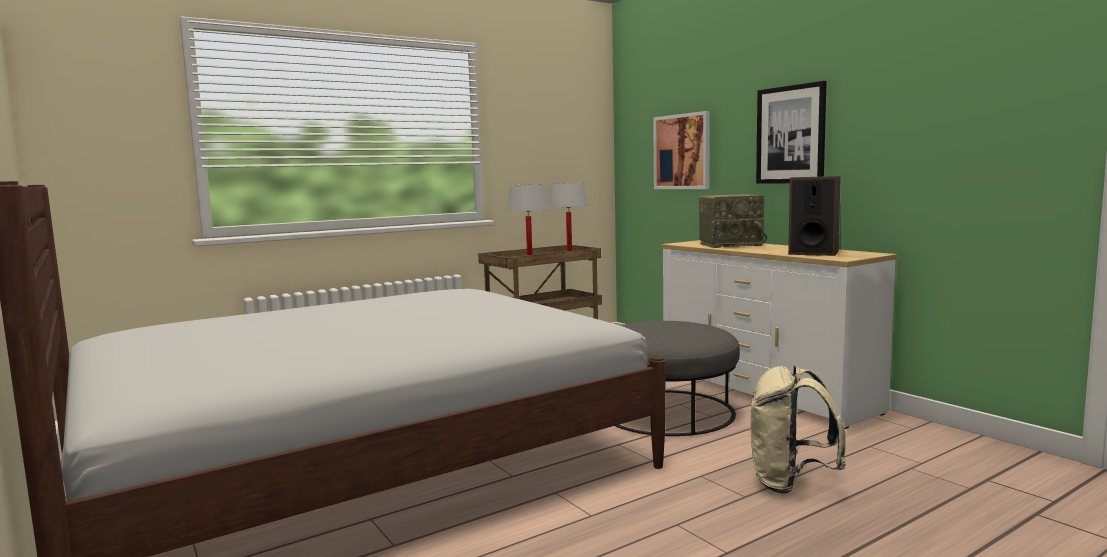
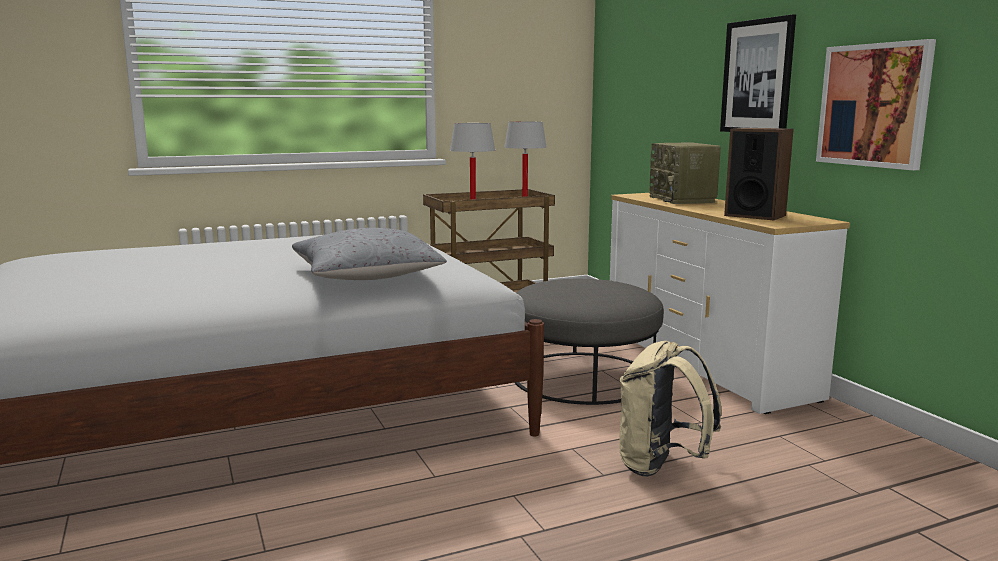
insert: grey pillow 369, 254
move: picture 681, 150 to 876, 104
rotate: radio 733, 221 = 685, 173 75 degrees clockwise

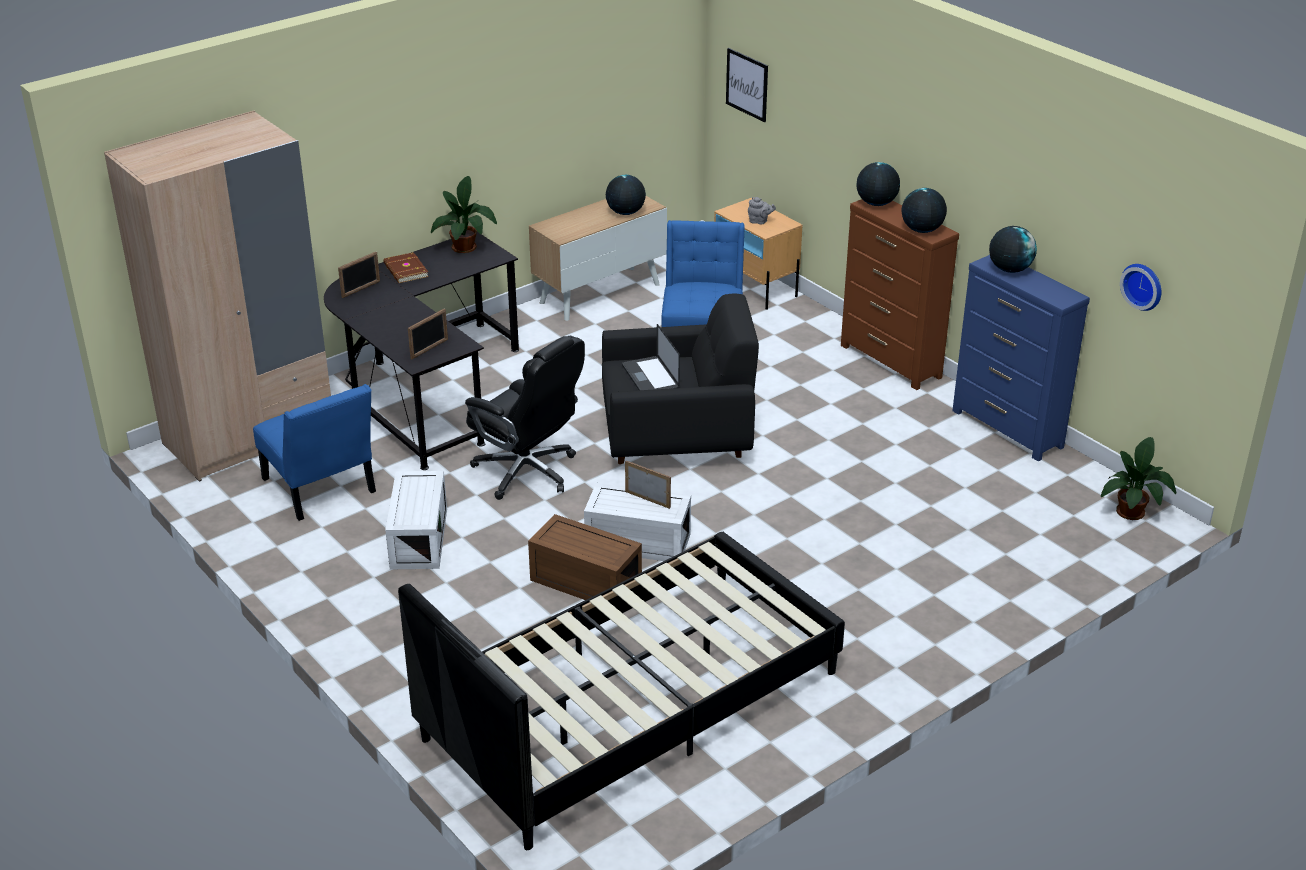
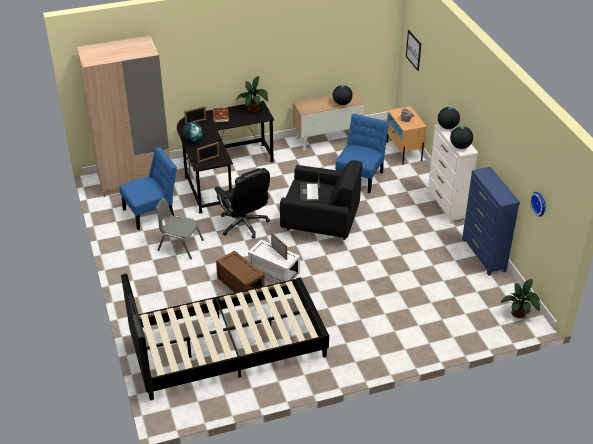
move: globe 1013, 249 to 192, 132
replace: white storage box 416, 520 to grey chair 180, 228
recolor: brown dresser 900, 294 to white dresser 453, 174
rotate: blue chair 314, 452 = 148, 188 105 degrees counterclockwise

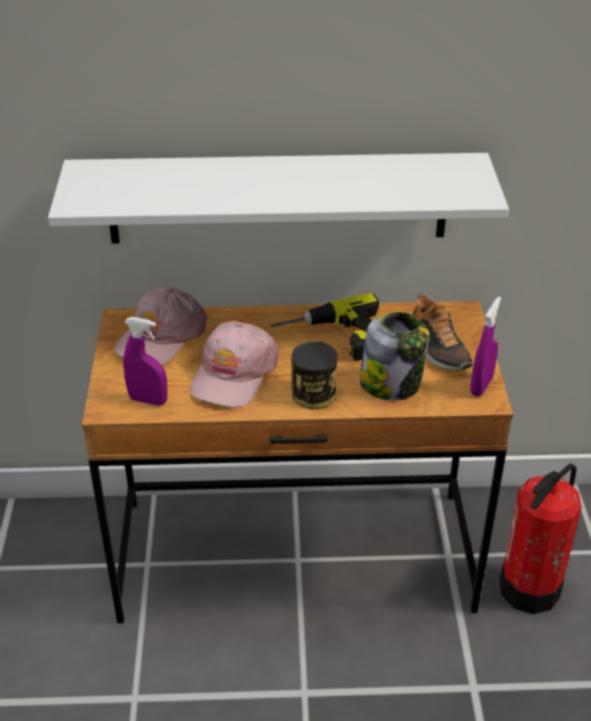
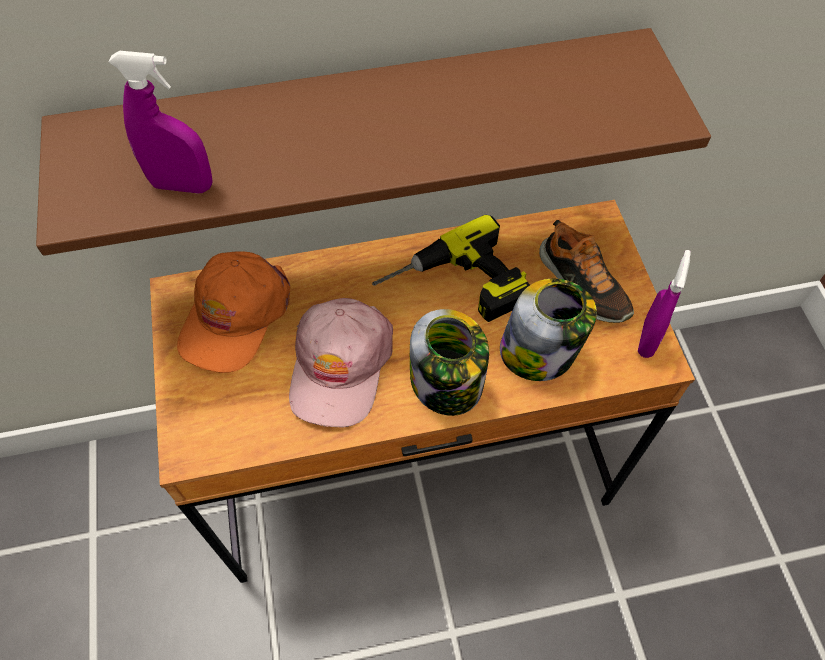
delete: fire extinguisher 541, 538
move: purple spray bottle 145, 361 to 160, 122
replace: can 314, 375 to jar 449, 362
recolor: white shelf 278, 198 to brown shelf 373, 142; pink cap 160, 326 to orange cap 233, 312

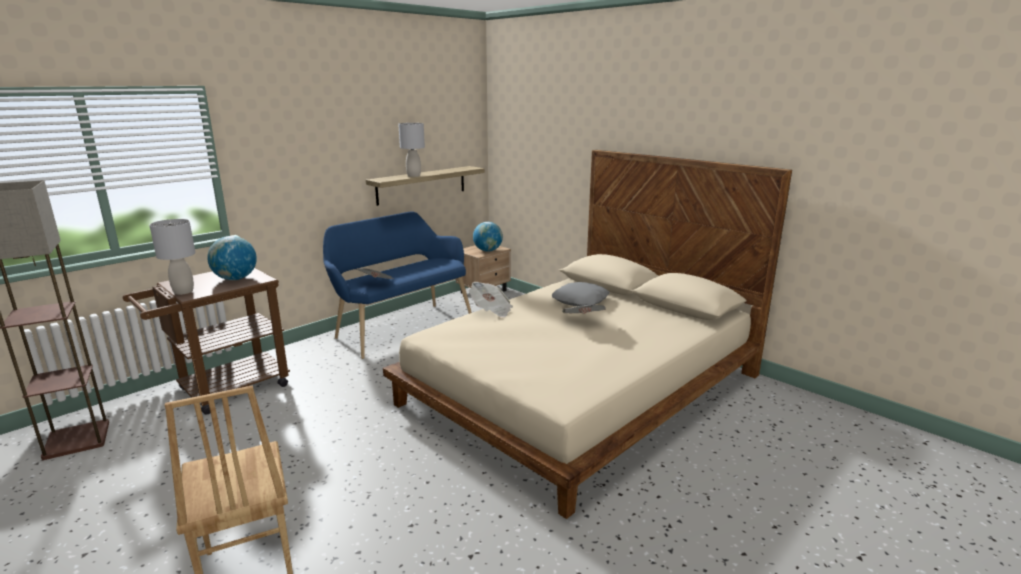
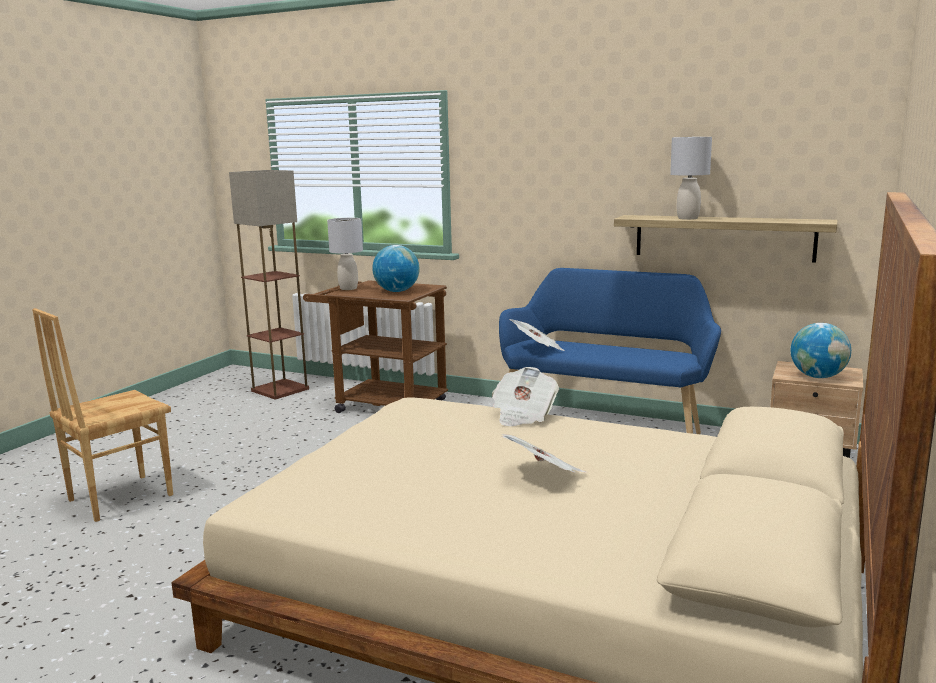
delete: grey pillow 581, 294

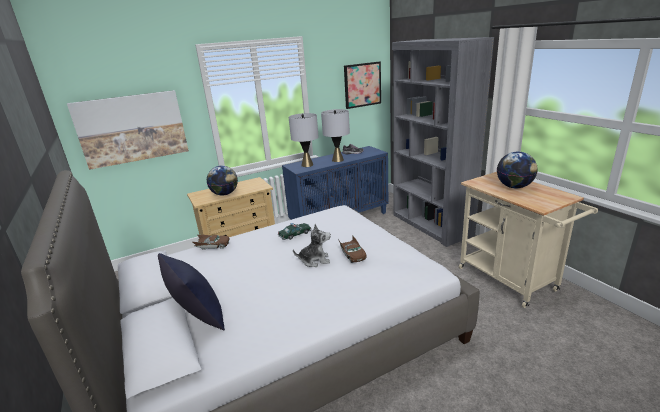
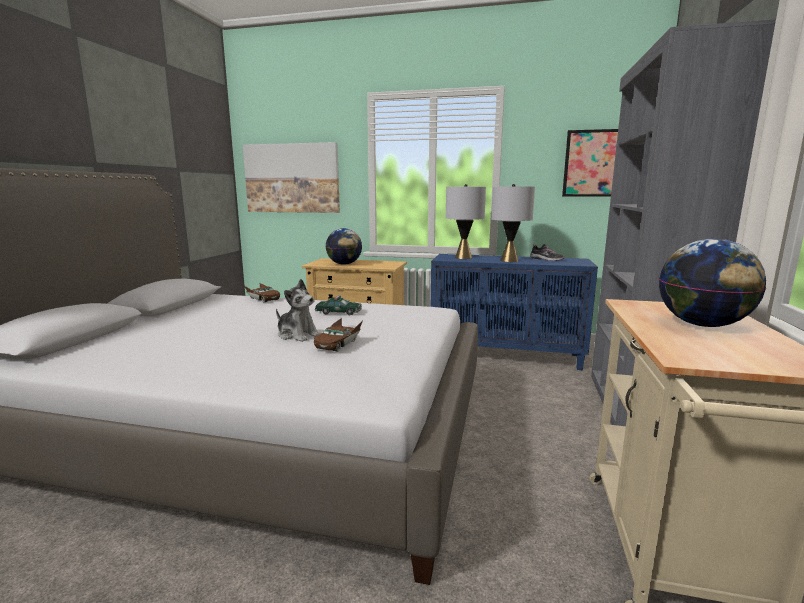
delete: blue pillow 191, 291

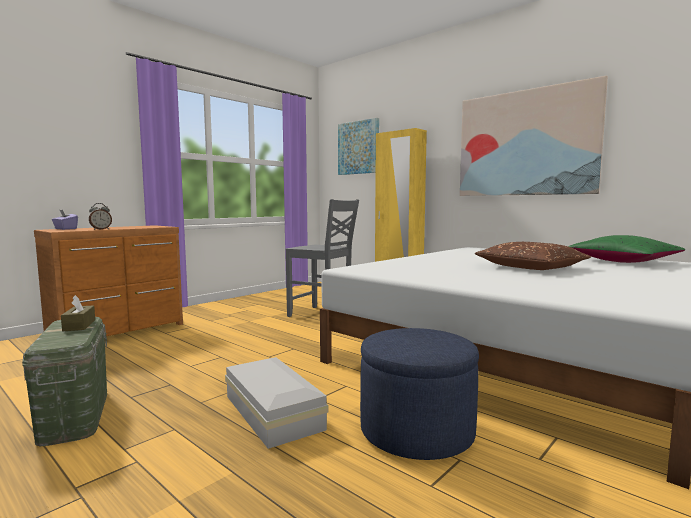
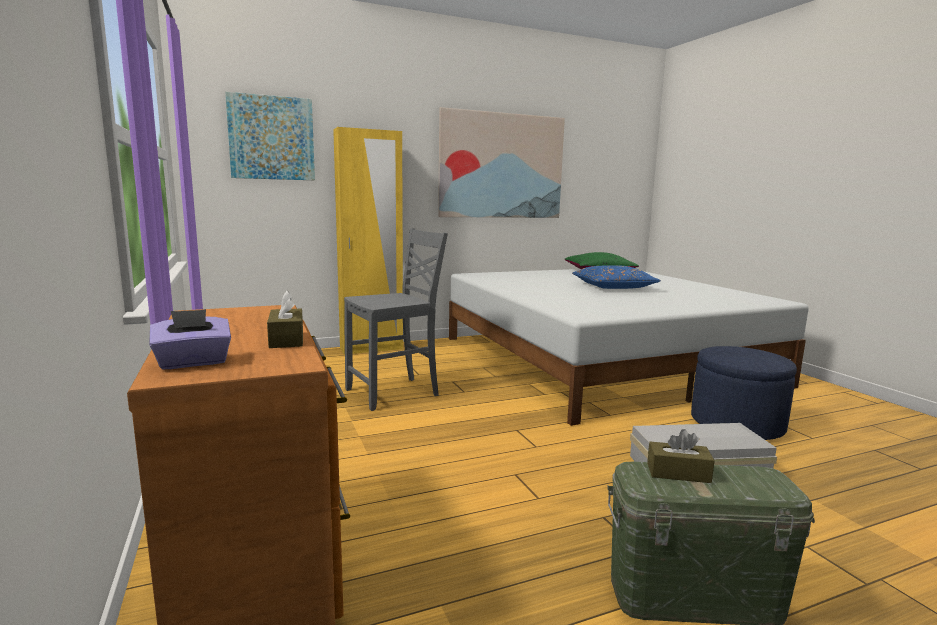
replace: alarm clock 100, 216 to brown tissue box 285, 319
recolor: brown pillow 533, 256 to blue pillow 616, 277

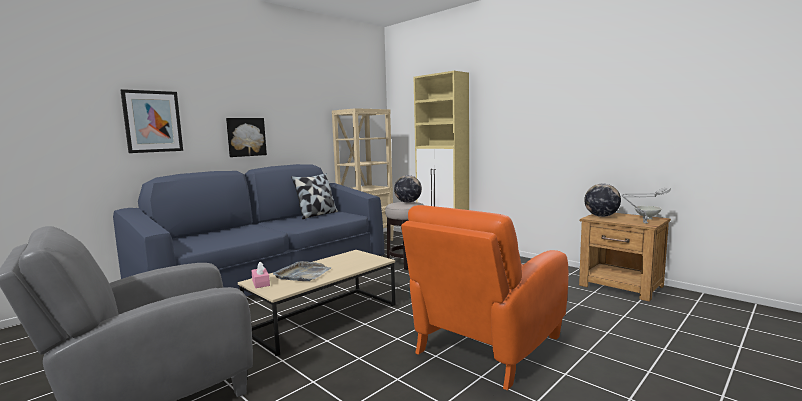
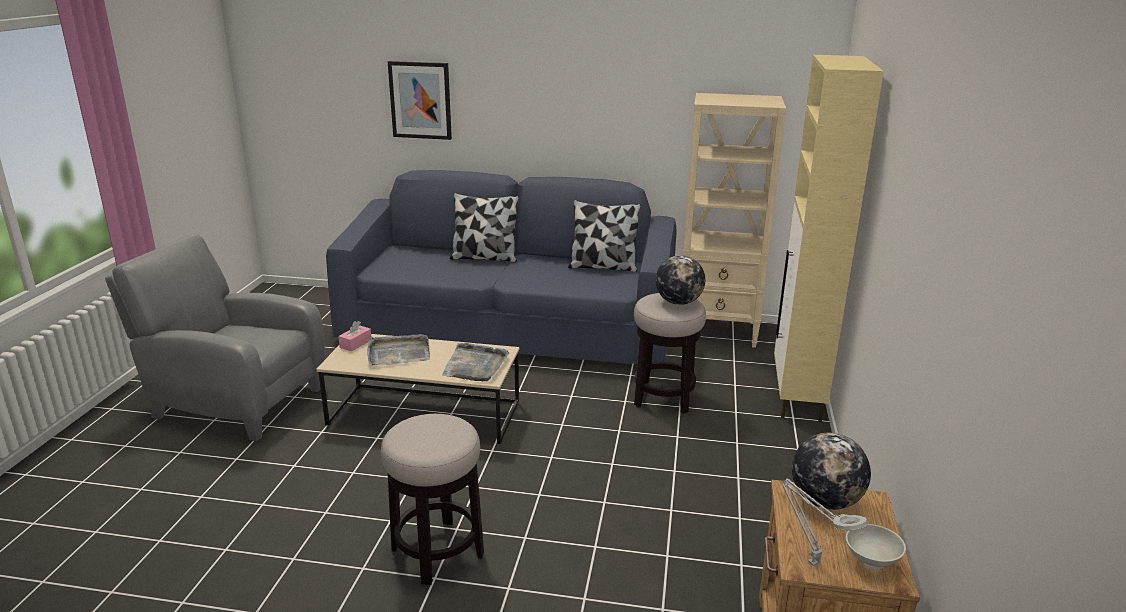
delete: picture 246, 137
insert: grey tray 475, 362; pillow 484, 227
replace: orange armchair 484, 297 to stool 432, 499

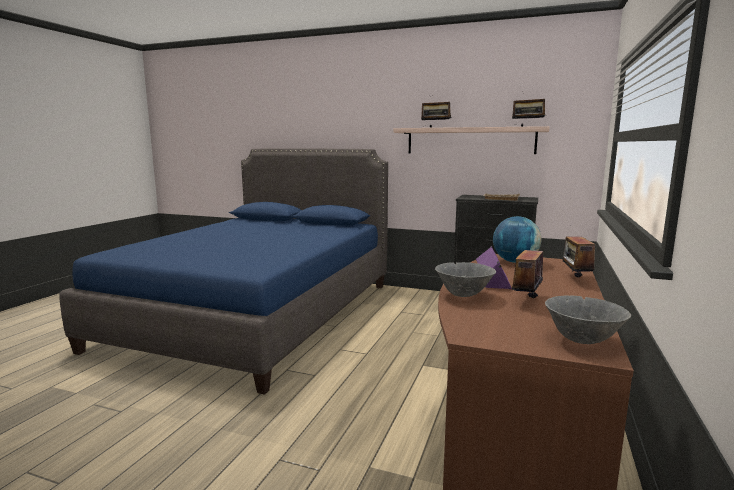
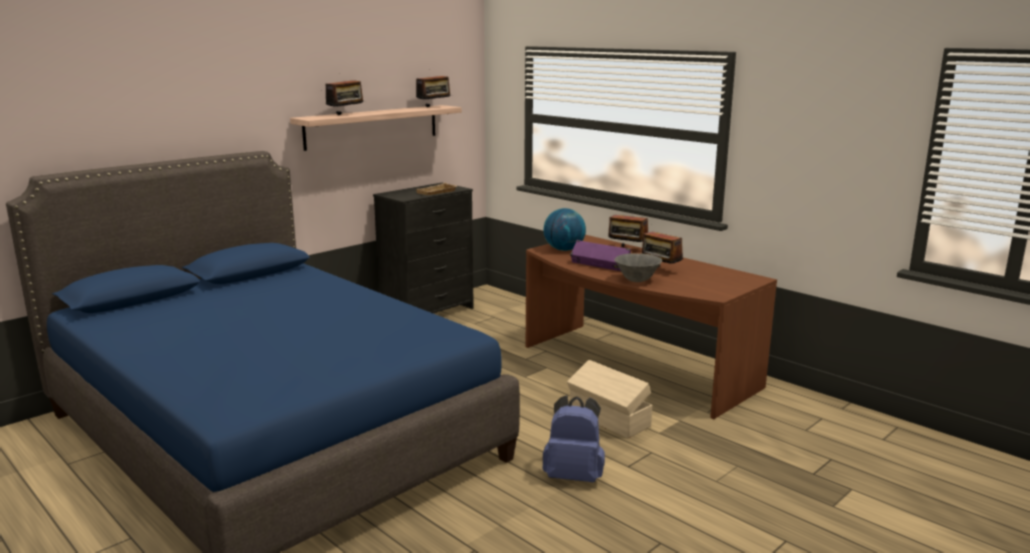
delete: grey bowl 588, 320
insert: blue backpack 574, 438; beige storage box 609, 399

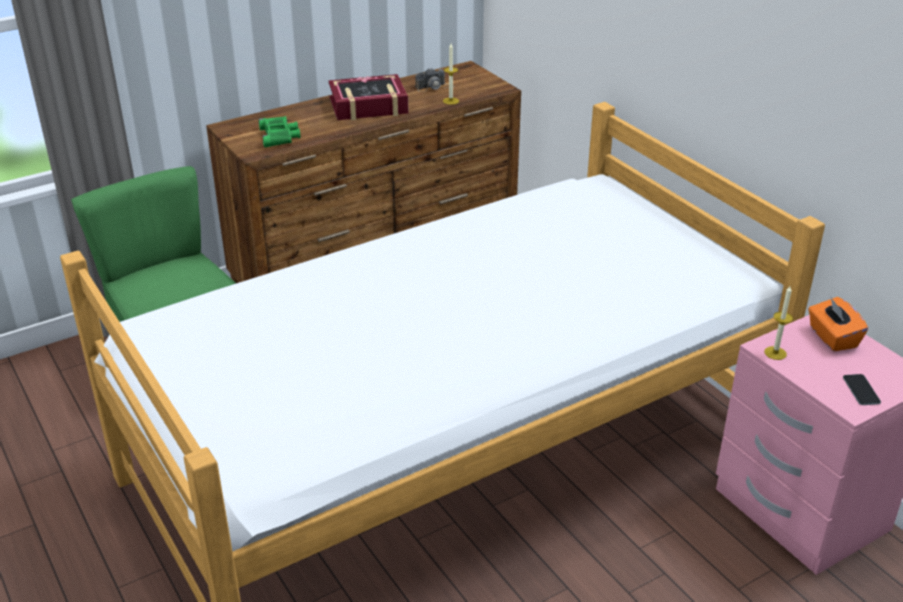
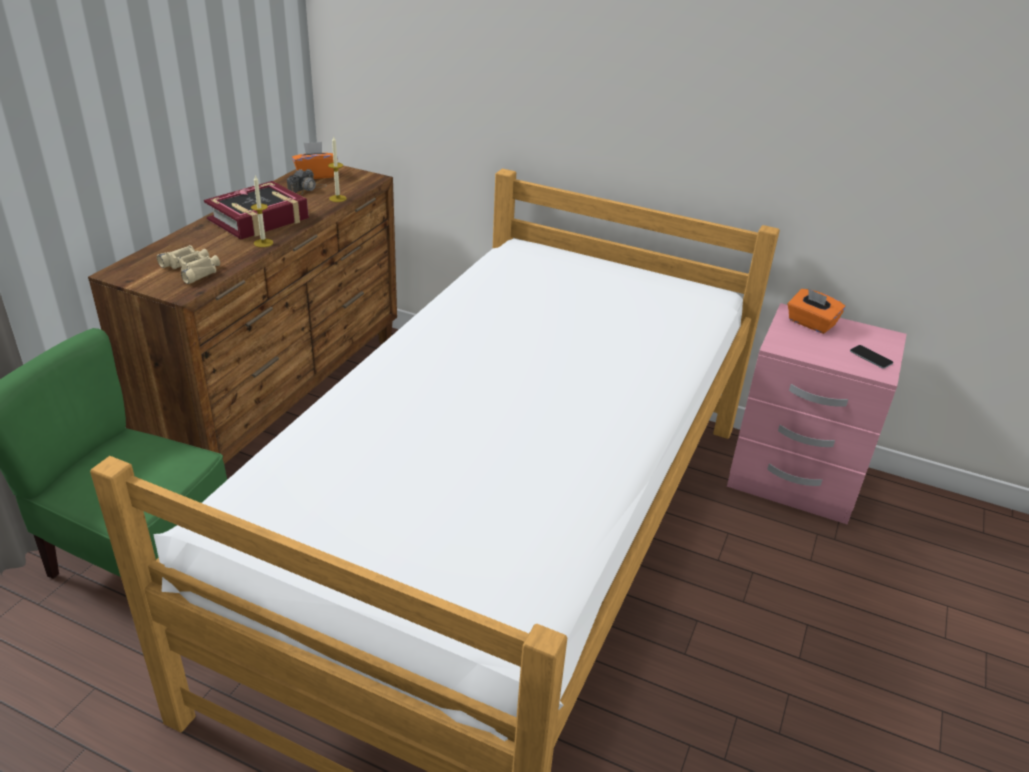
insert: orange tissue box 315, 160
move: candle 778, 323 to 262, 211
recolor: green binoculars 280, 131 to beige binoculars 188, 264

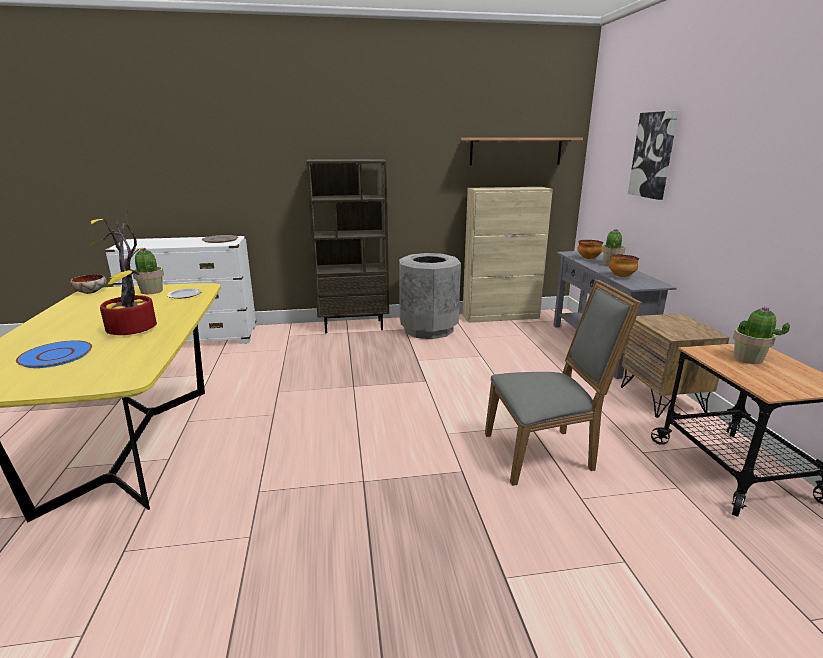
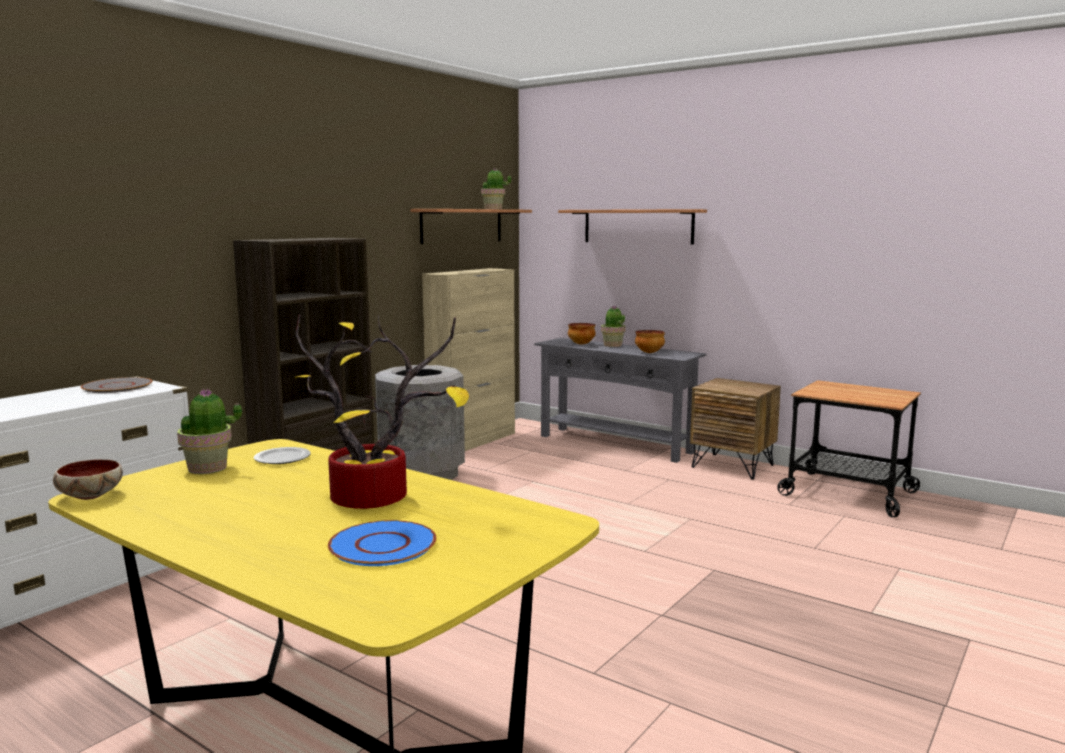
delete: grey chair 563, 382
move: potted plant 761, 335 to 496, 188
replace: picture 653, 155 to shelf 632, 227

